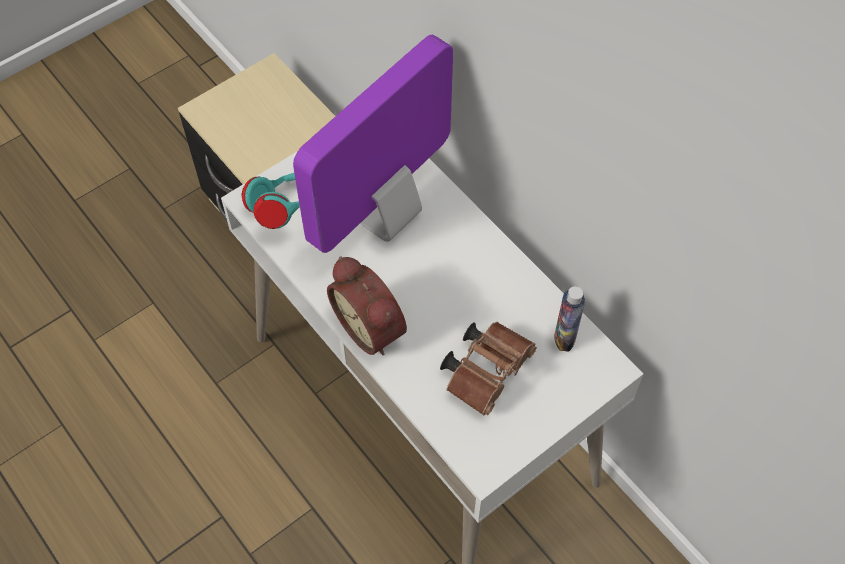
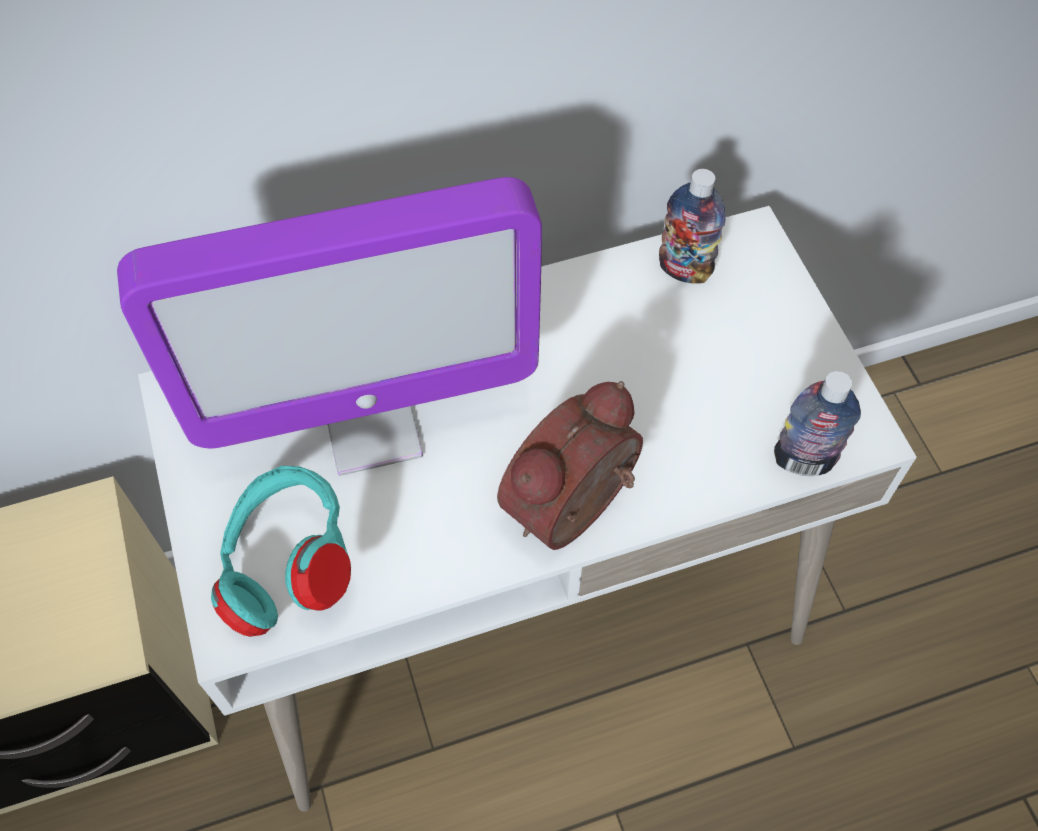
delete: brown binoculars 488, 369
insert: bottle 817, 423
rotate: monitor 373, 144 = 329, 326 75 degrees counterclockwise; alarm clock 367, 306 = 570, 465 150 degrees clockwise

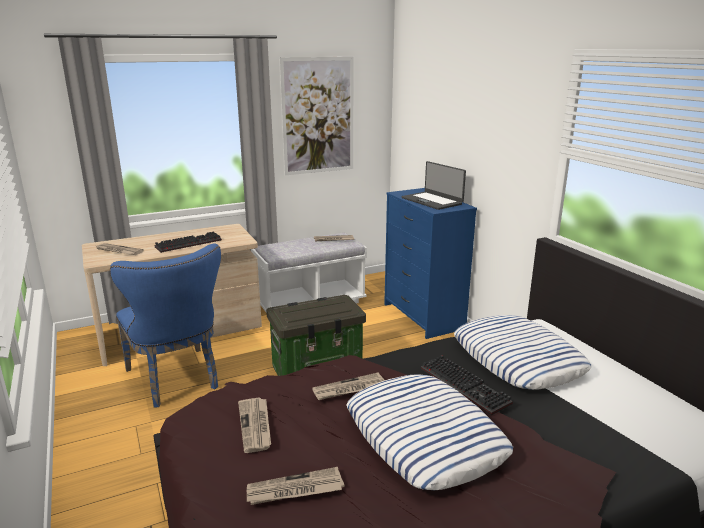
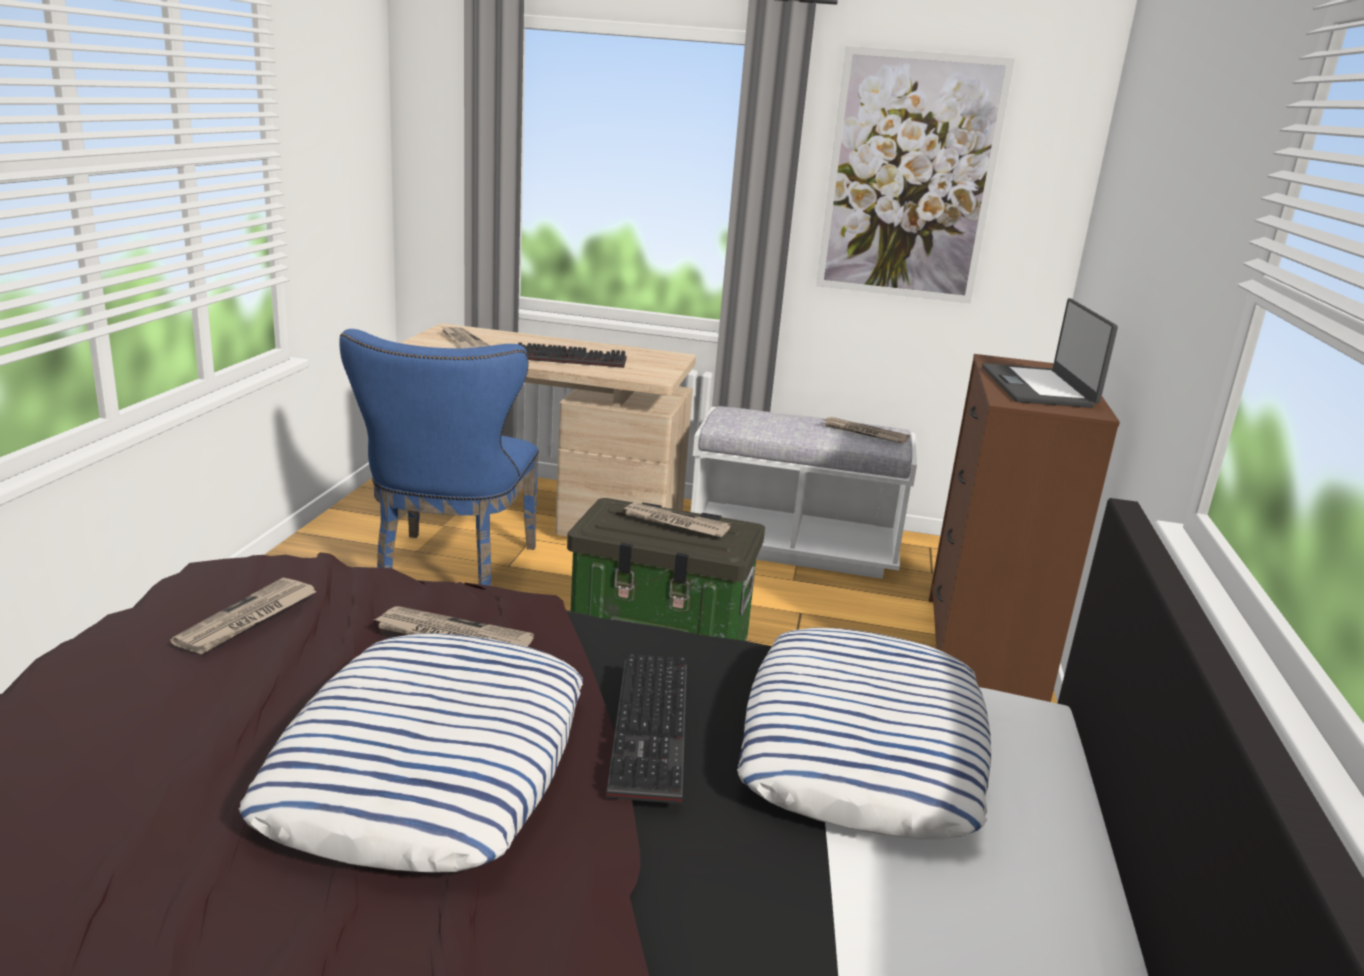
move: newspaper 295, 486 to 677, 519
recolor: blue dresser 430, 263 to brown dresser 1024, 528

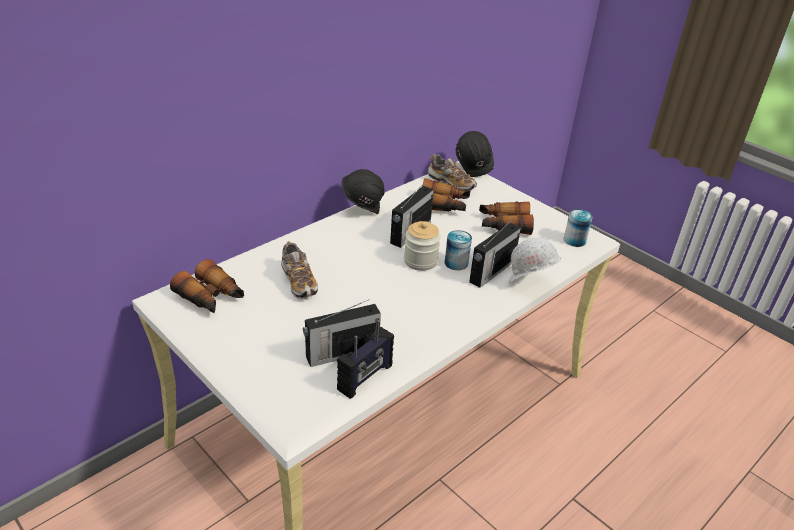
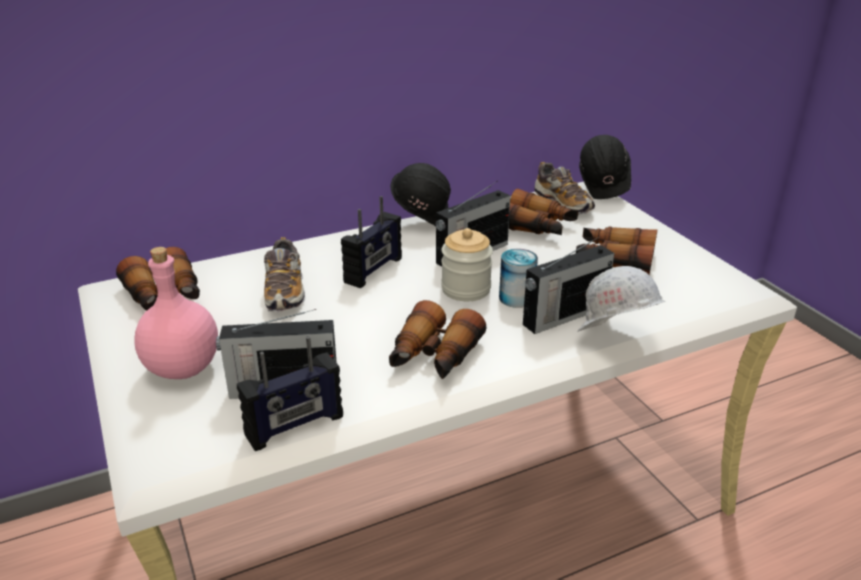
delete: can 578, 228
insert: pink bottle 176, 313; radio 371, 242; binoculars 438, 339

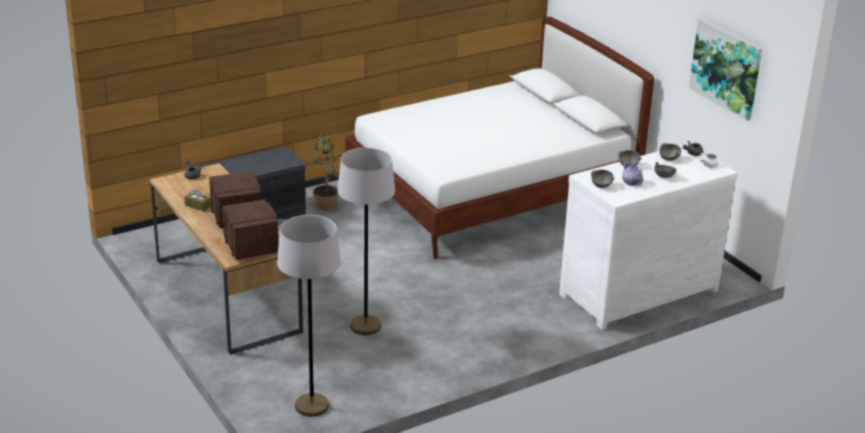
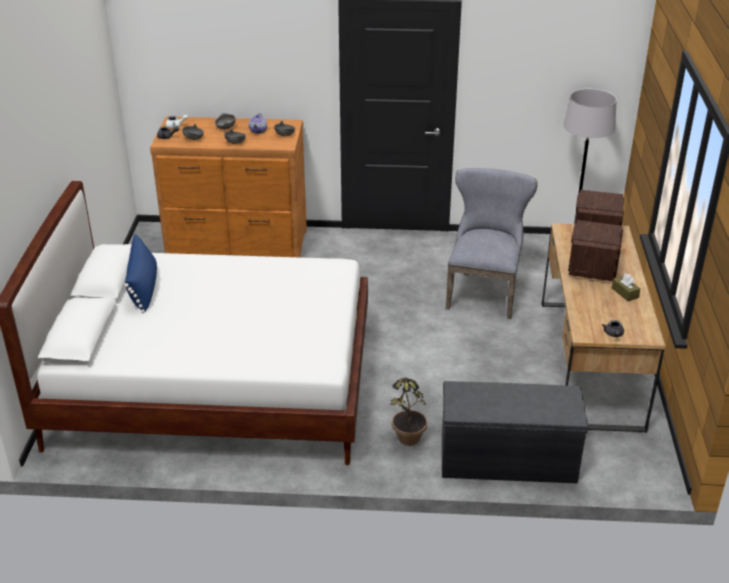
delete: picture 725, 70
insert: blue pillow 141, 273
replace: grey floor lamp 366, 241 to grey chair 492, 243
recolor: white dresser 648, 236 to brown dresser 228, 187

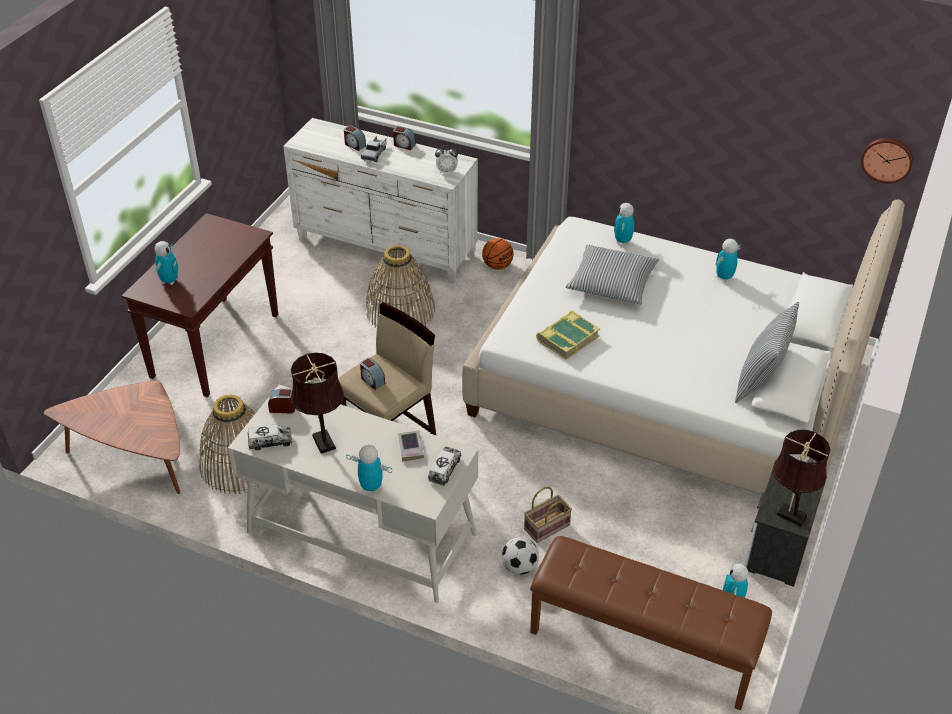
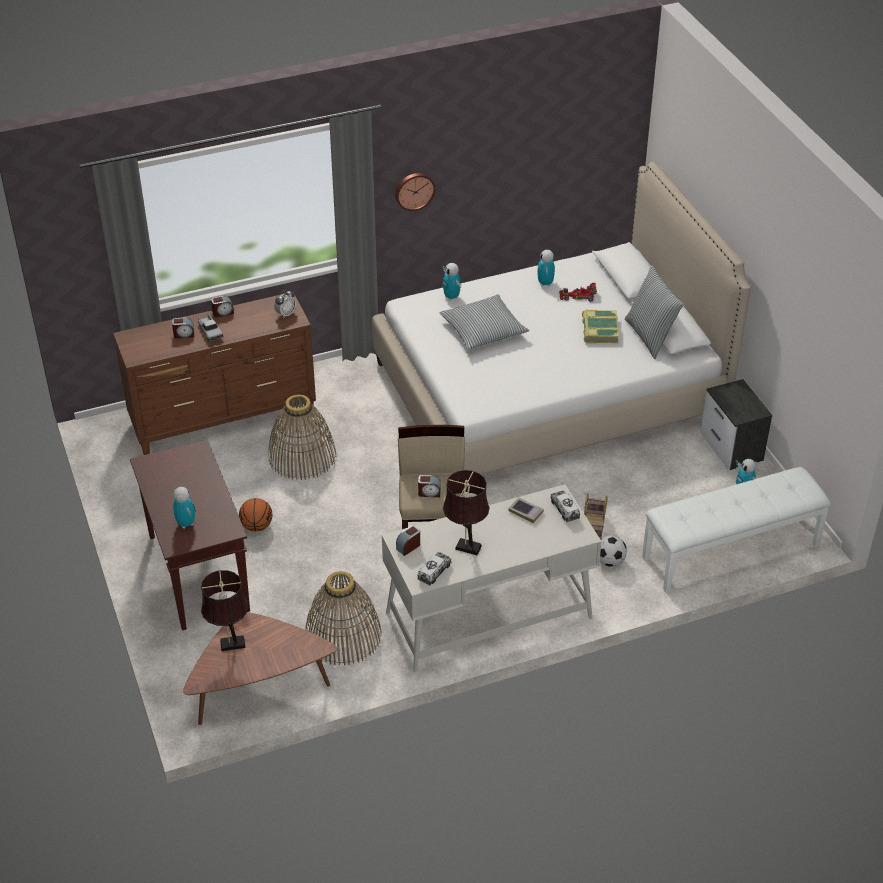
delete: toy robot 369, 469
insert: toy car 578, 292
move: basketball 497, 254 to 255, 515; book 568, 335 to 600, 326; brown table lamp 801, 478 to 224, 610; wall clock 887, 161 to 415, 192
recolor: white dresser 380, 201 to brown dresser 214, 373; brown bench 651, 623 to white bench 736, 530

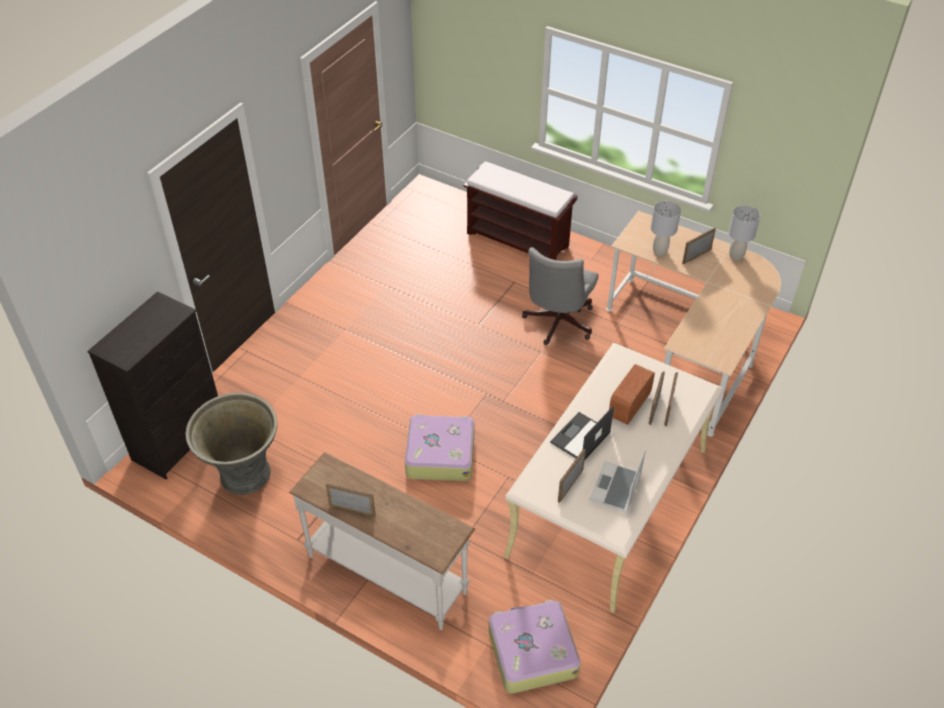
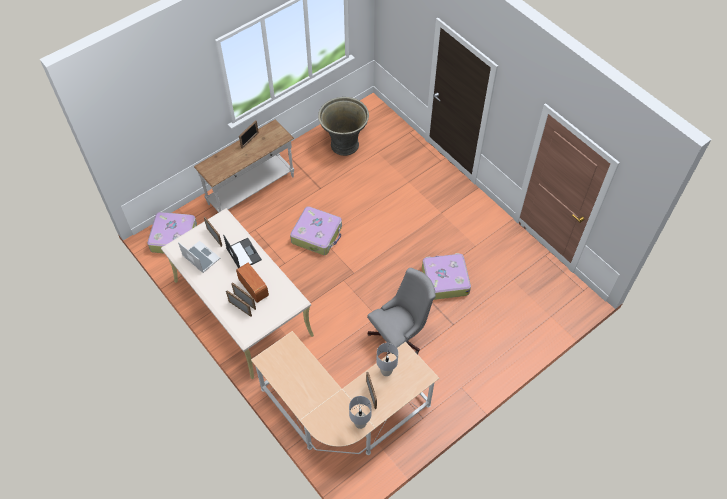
delete: black dresser 152, 385; brown bench 520, 210
insert: suitcase 446, 276
rotate: grey office chair 560, 296 = 401, 312 105 degrees clockwise

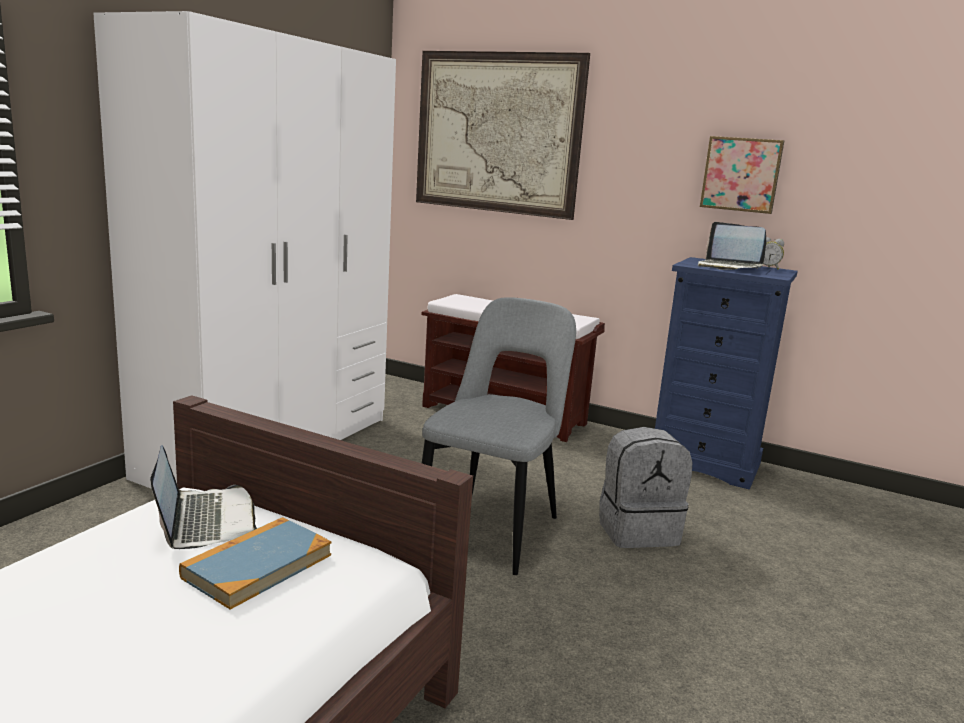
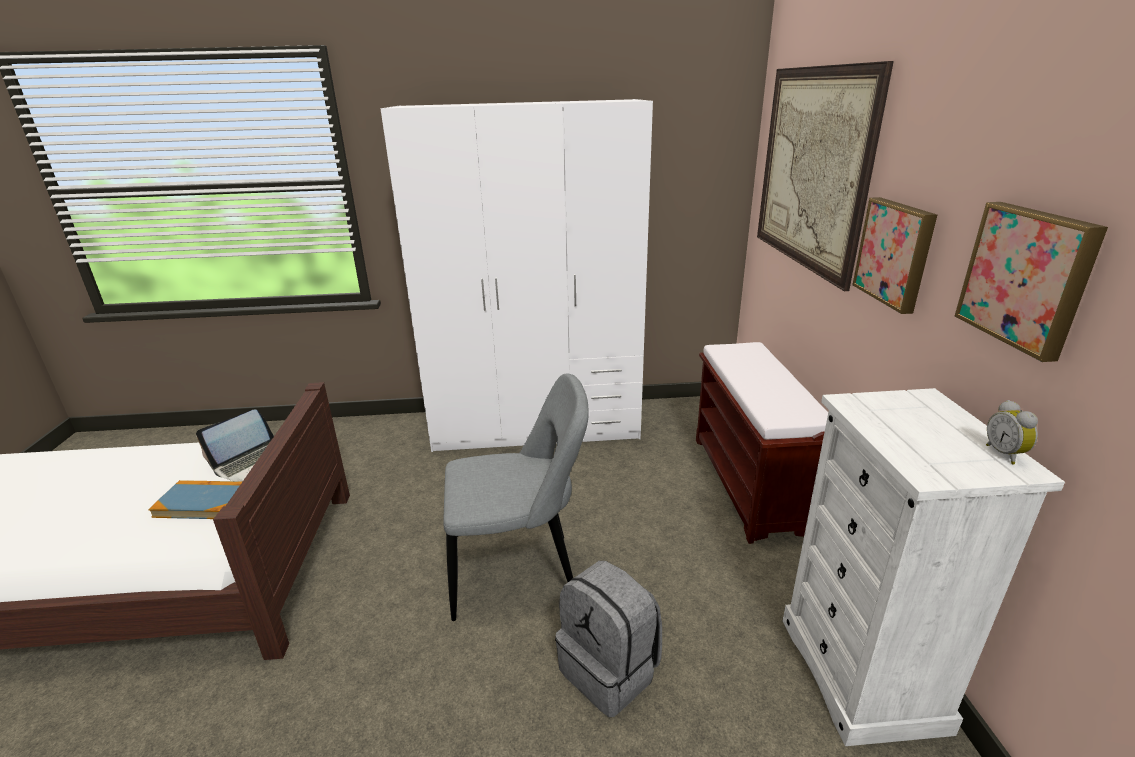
delete: laptop 732, 246
insert: picture 894, 255
recolor: blue dresser 726, 373 to white dresser 924, 567

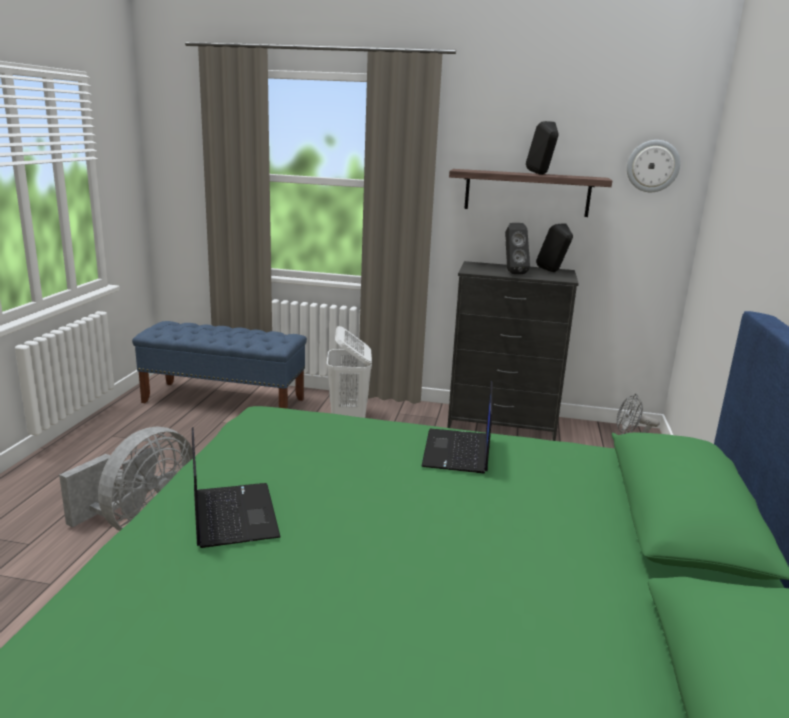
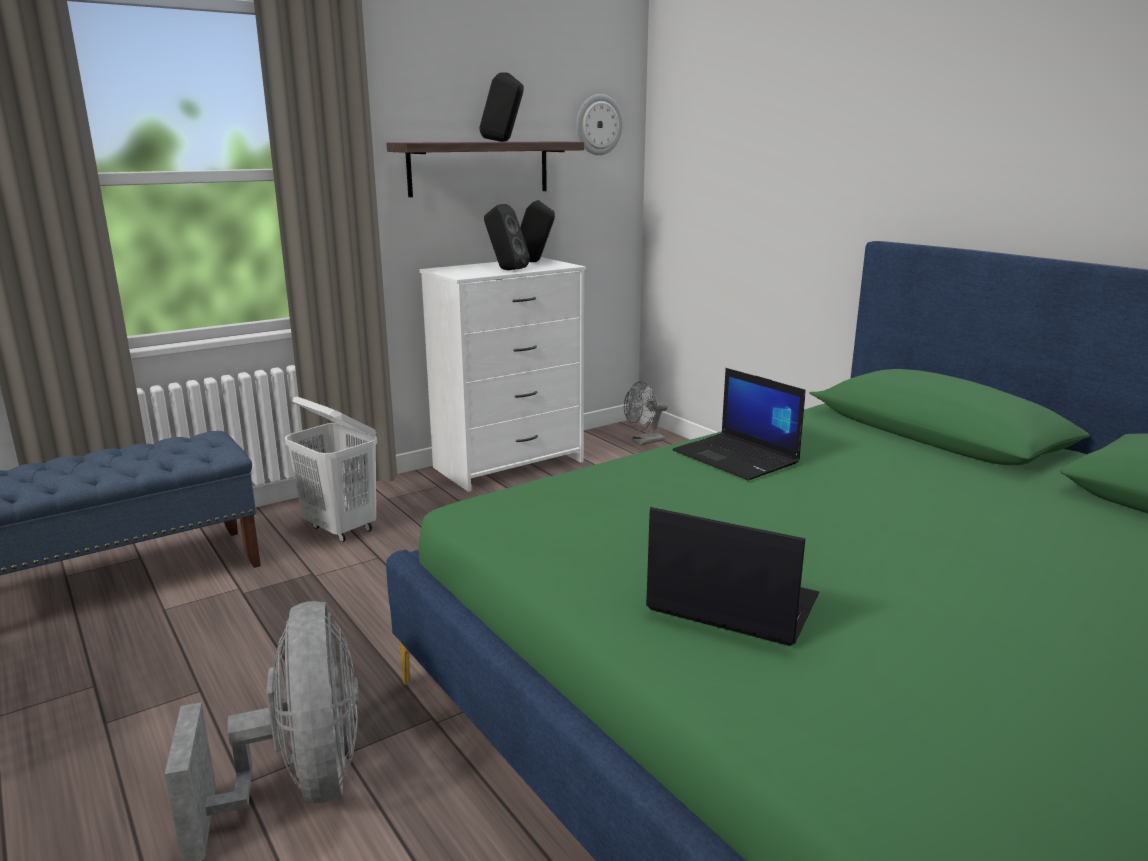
recolor: black dresser 513, 351 to white dresser 503, 375

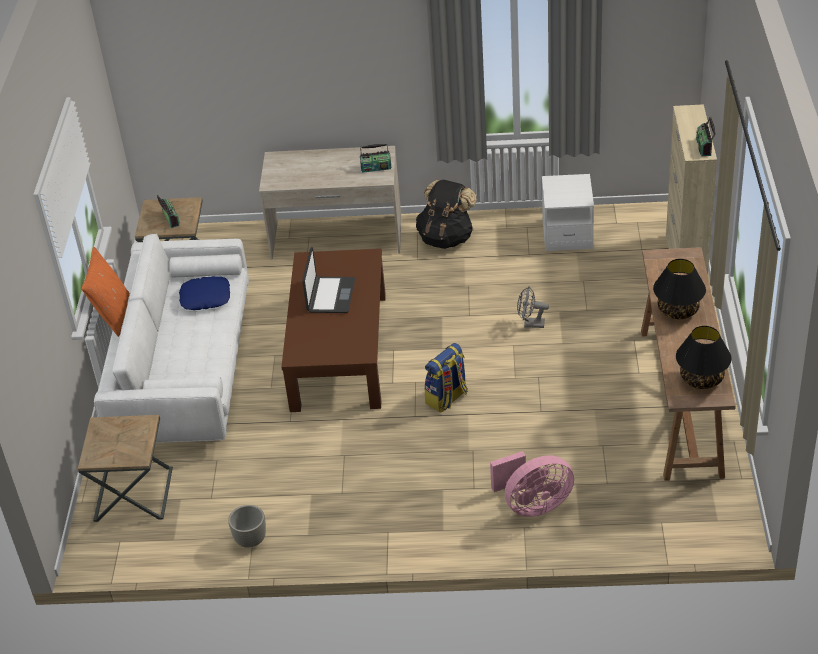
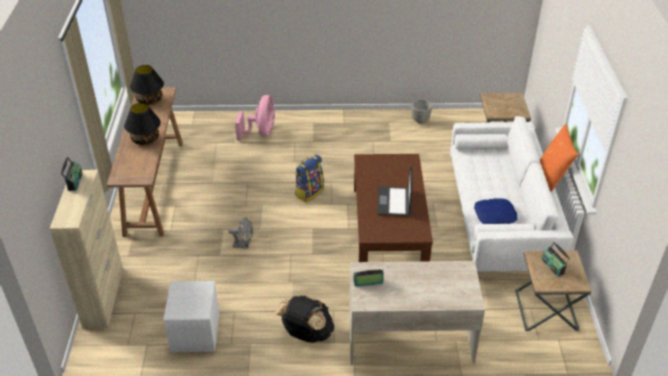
rotate: pink fan 532, 484 = 255, 118 120 degrees clockwise

